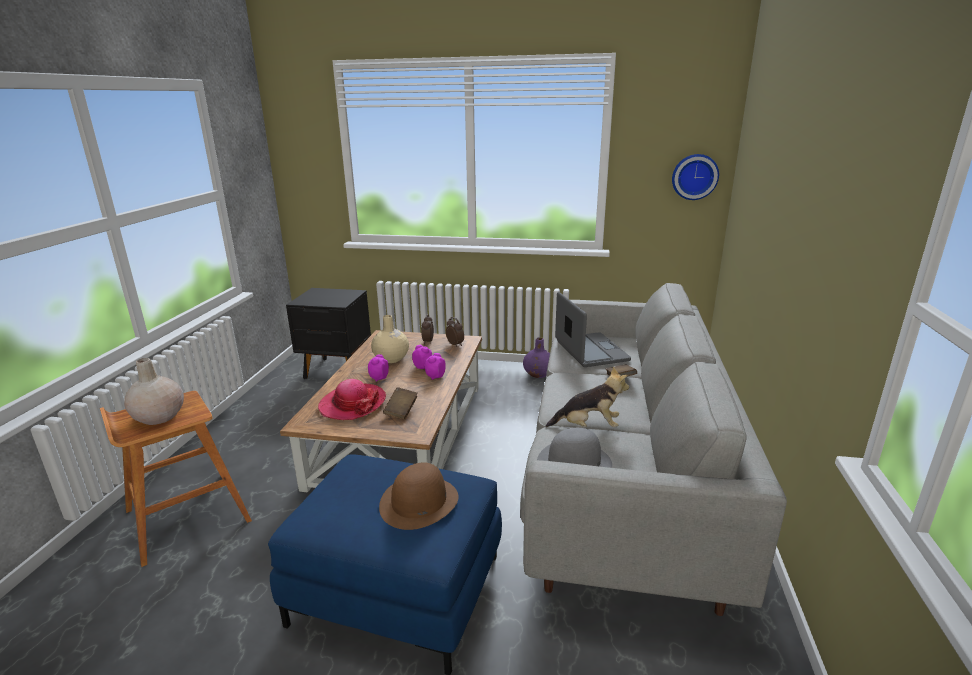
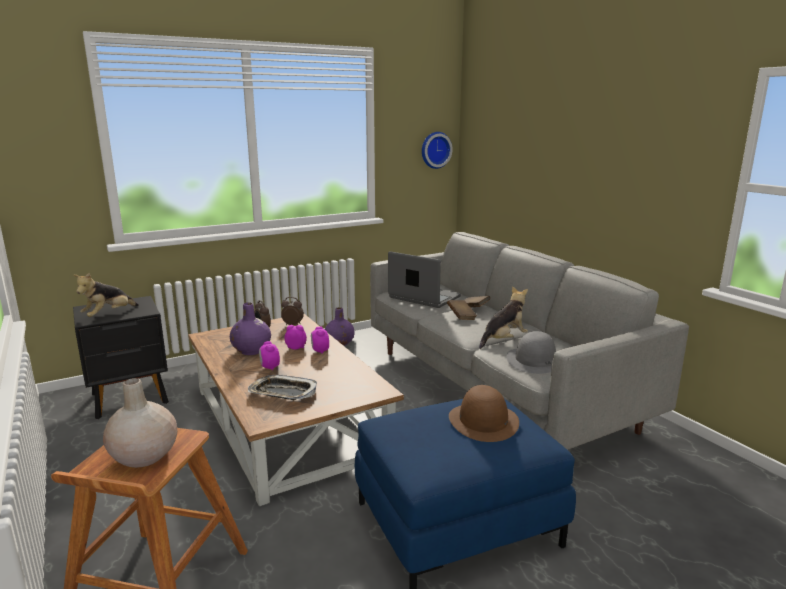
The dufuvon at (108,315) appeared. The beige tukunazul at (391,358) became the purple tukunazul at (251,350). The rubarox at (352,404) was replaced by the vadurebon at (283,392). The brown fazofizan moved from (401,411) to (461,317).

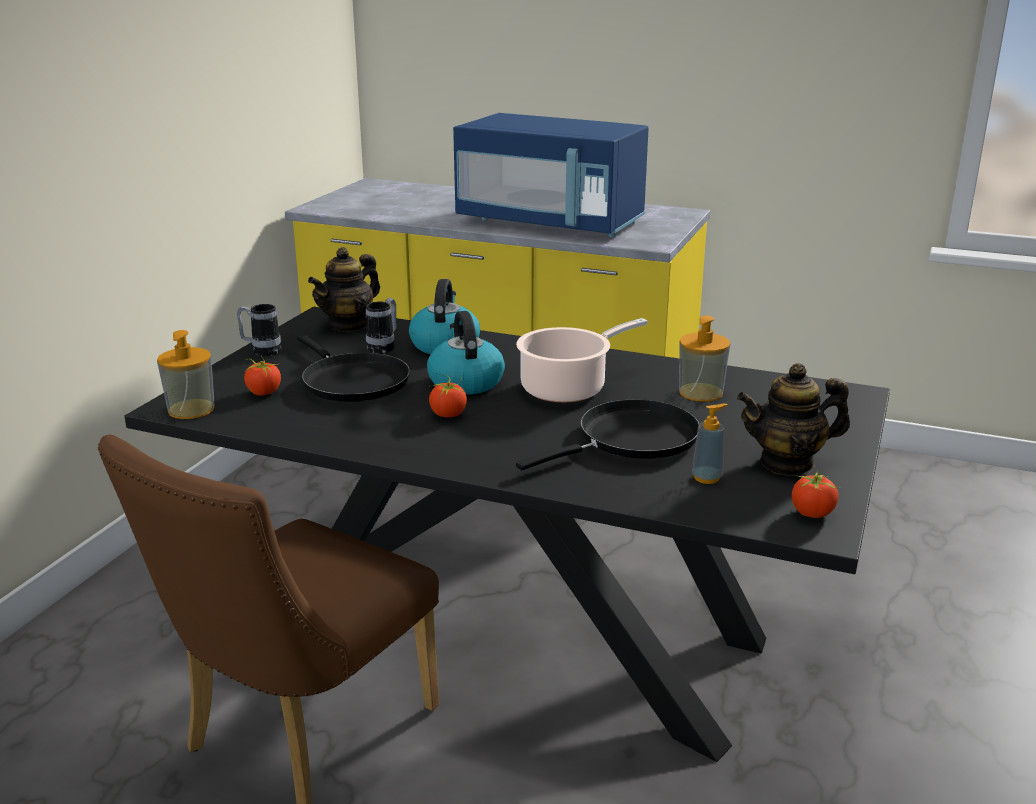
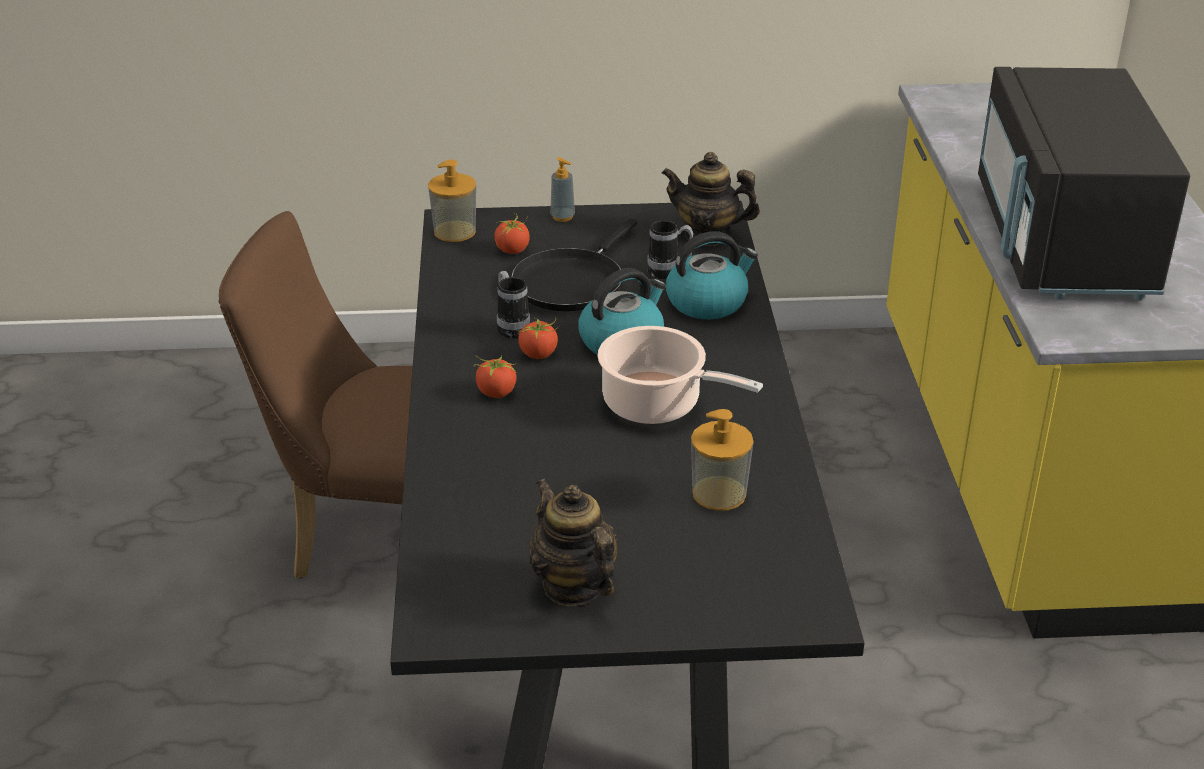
The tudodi moved from (812,514) to (496,393). The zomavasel moved from (261,351) to (511,327). The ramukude moved from (707,478) to (562,217). The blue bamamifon at (550,223) became the black bamamifon at (1061,243). The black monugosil at (631,440) disappeared.

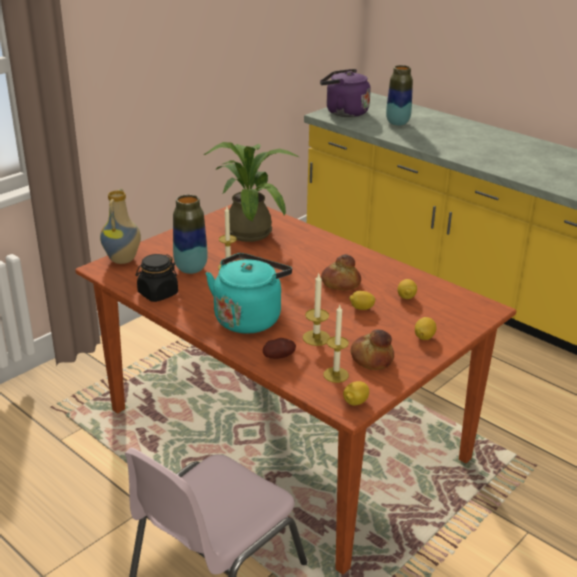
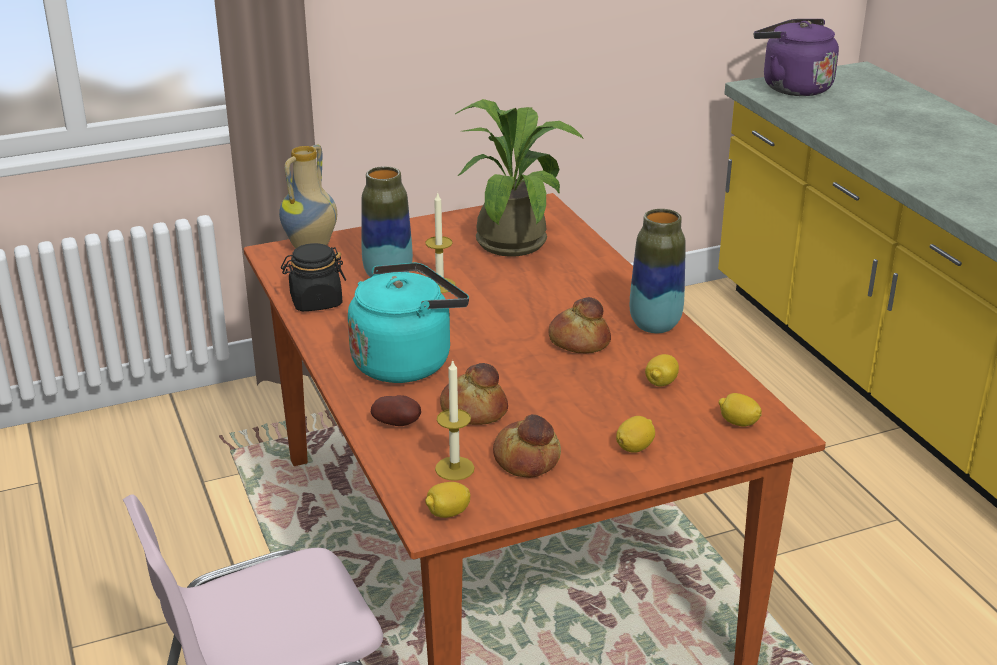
The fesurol at (316,338) was replaced by the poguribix at (474,410). The tukunazul moved from (397,123) to (655,325). The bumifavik moved from (361,308) to (738,423).

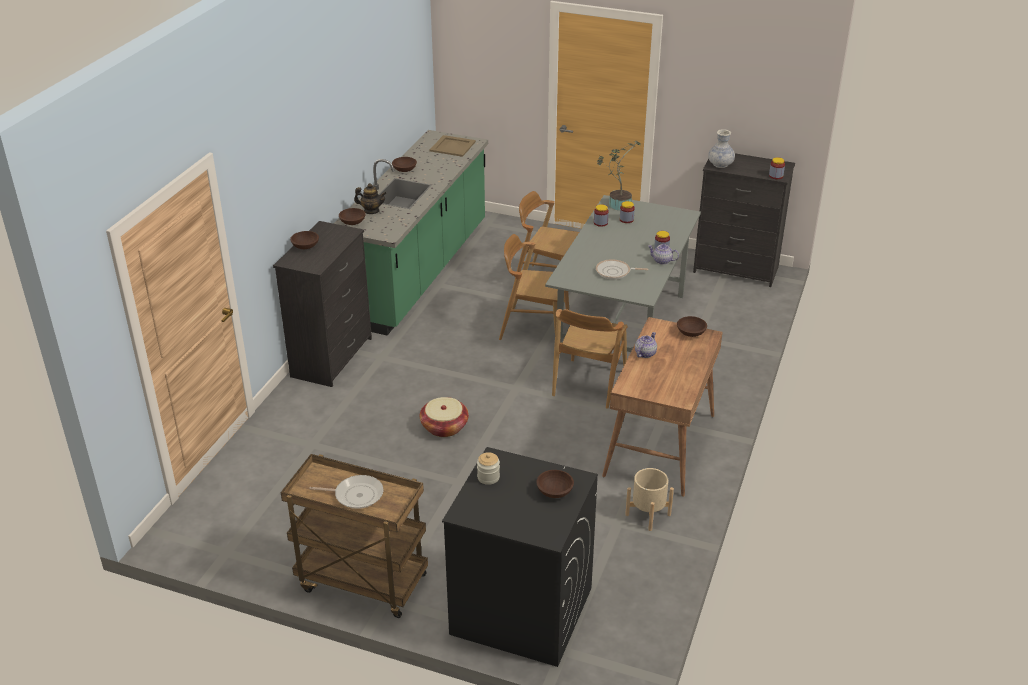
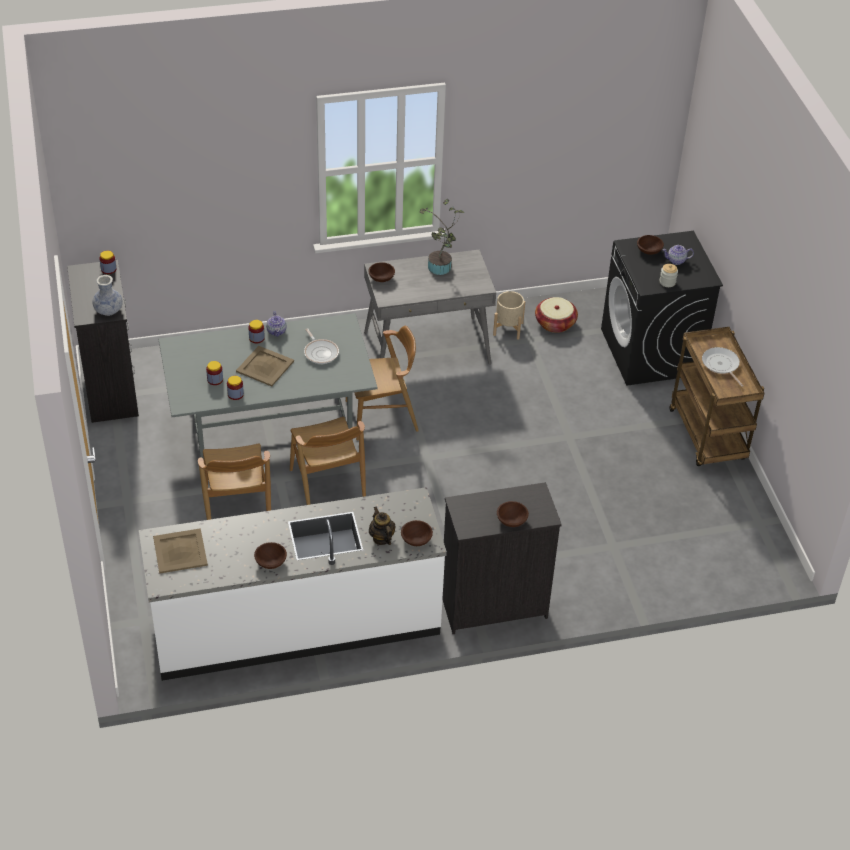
The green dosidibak at (418,273) became the white dosidibak at (296,625). The beige vadurebon at (265,367) appeared. The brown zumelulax at (660,446) became the grey zumelulax at (427,348). The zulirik moved from (617,204) to (440,269). The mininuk moved from (444,427) to (555,323). The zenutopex moved from (645,353) to (676,261).

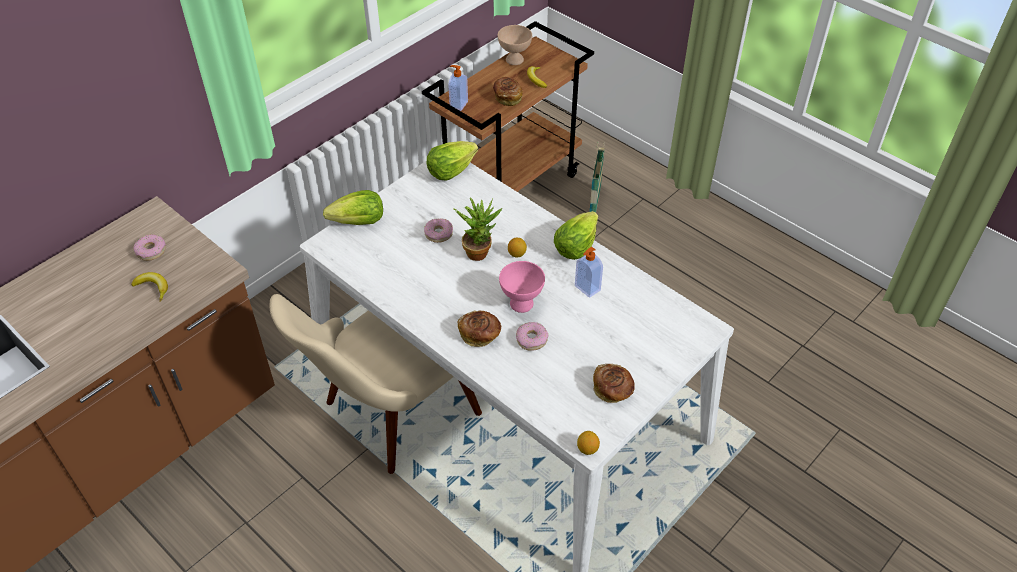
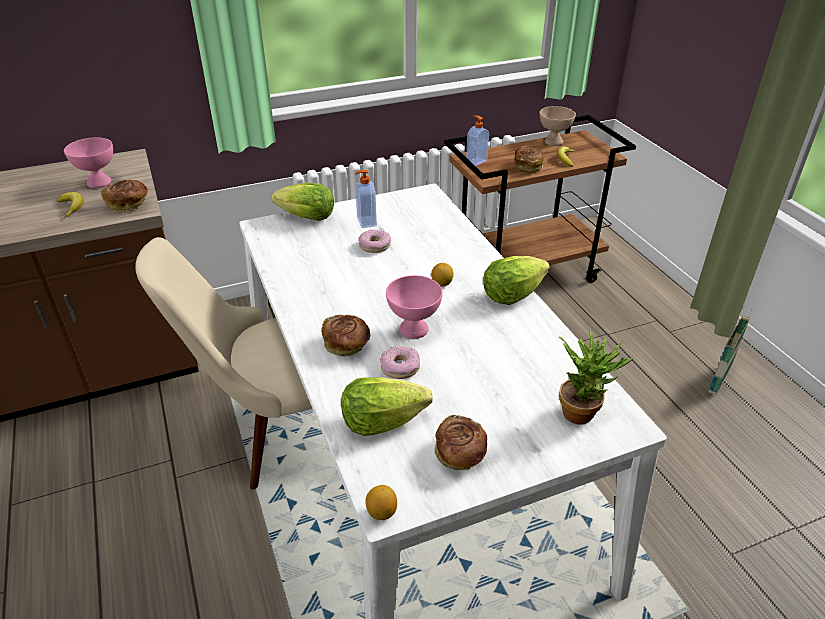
The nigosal at (151,251) was replaced by the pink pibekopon at (99,182). The poguribix at (129,205) appeared. The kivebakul moved from (450,171) to (381,421). The ramukude moved from (586,288) to (365,222). The zulirik moved from (479,250) to (583,411). The mininuk moved from (595,202) to (720,379).

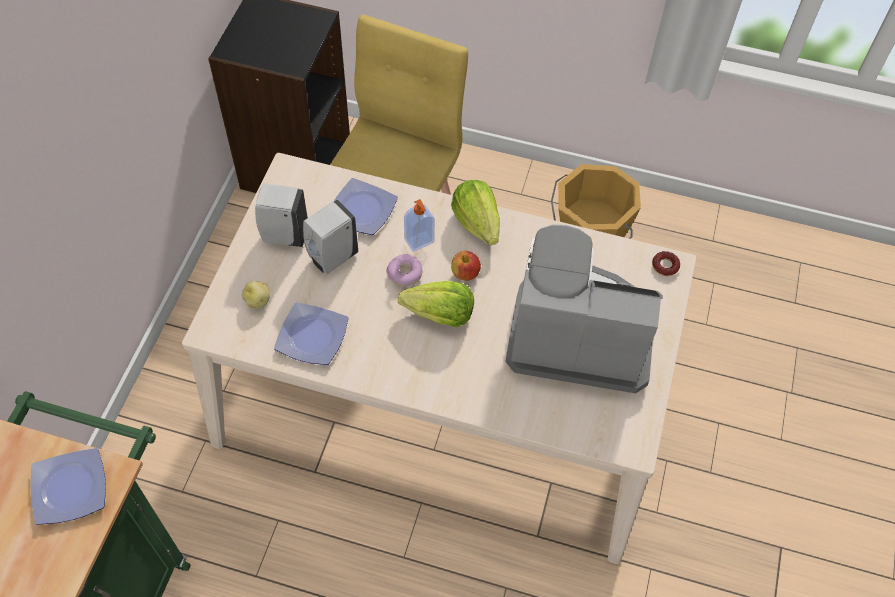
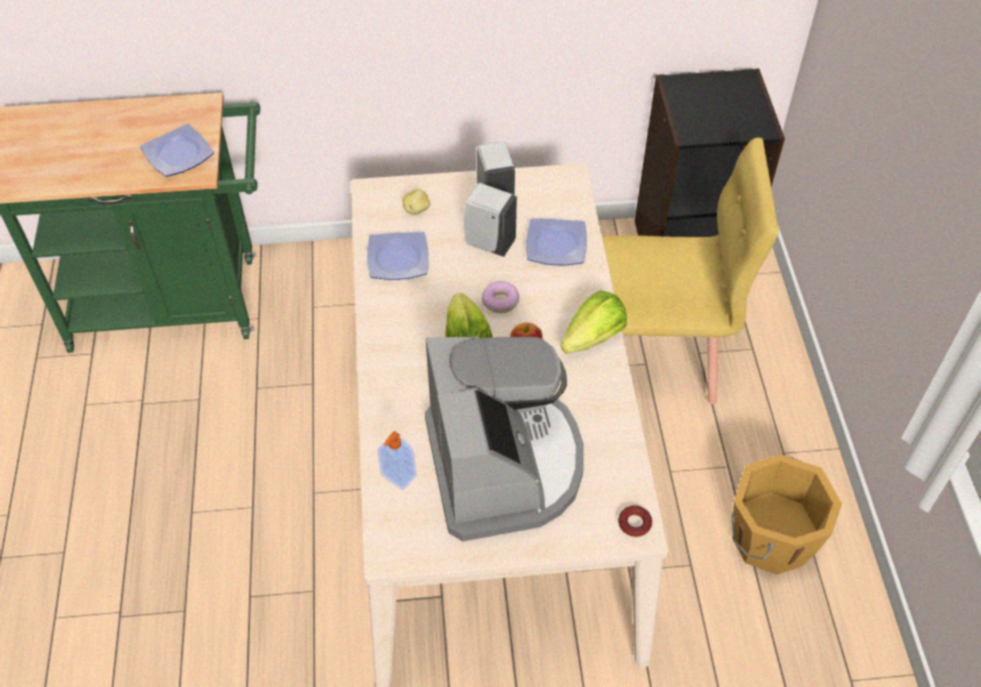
The ramukude moved from (419,242) to (398,477).

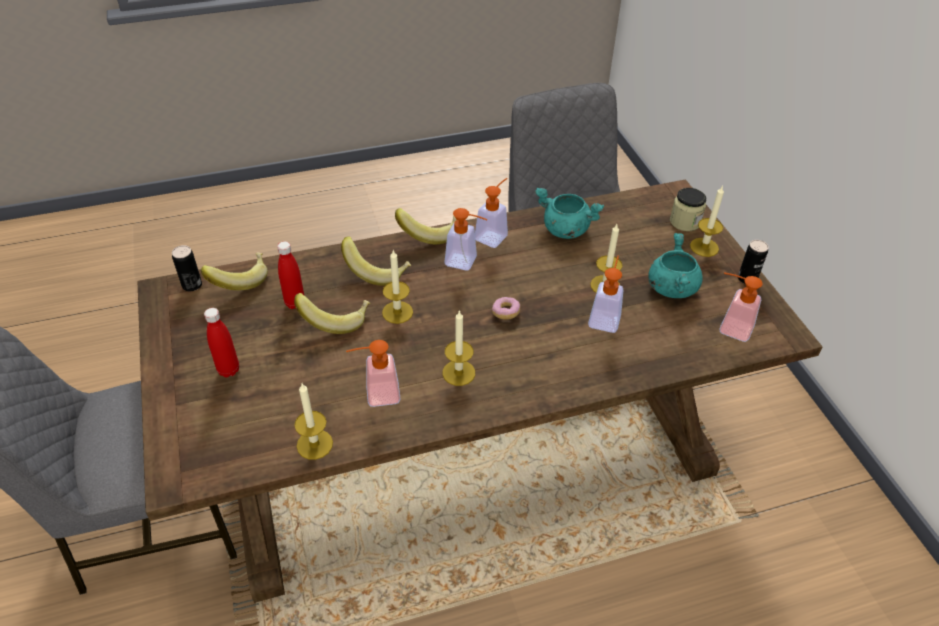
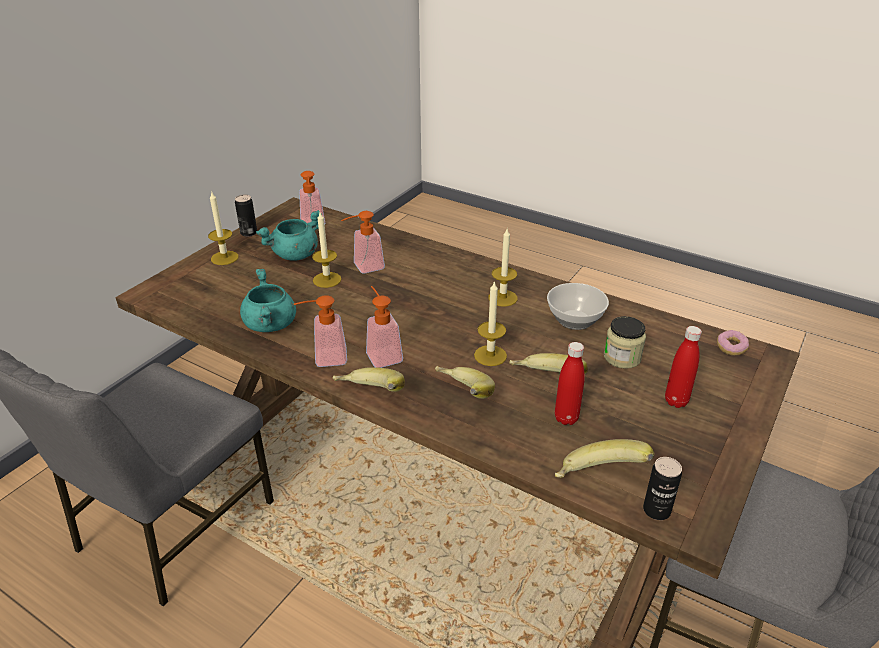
The ramukude at (376,395) was replaced by the pibekopon at (574,319). The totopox moved from (685,222) to (622,357). The nigosal moved from (505,313) to (731,348). The fesurol at (314,444) disappeared.

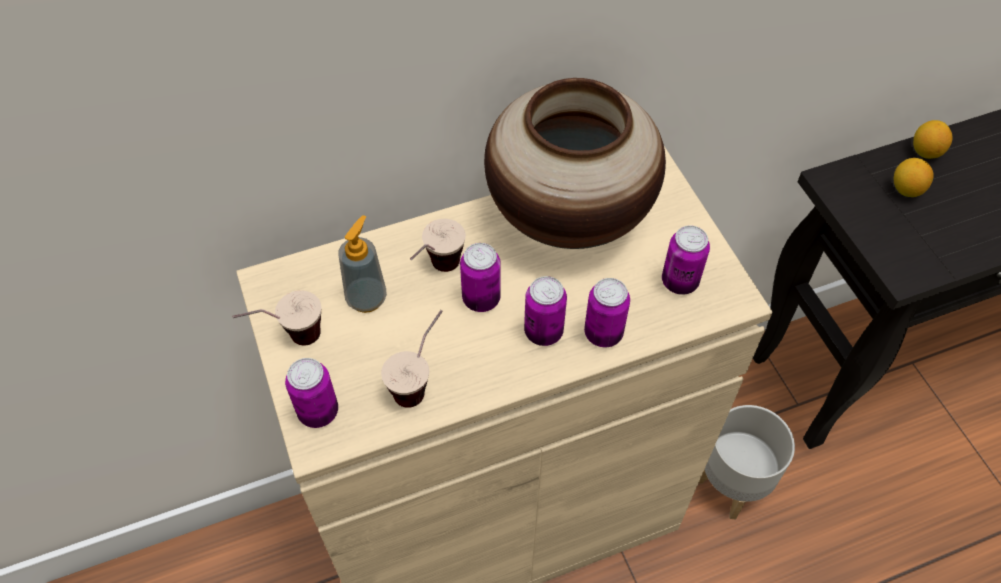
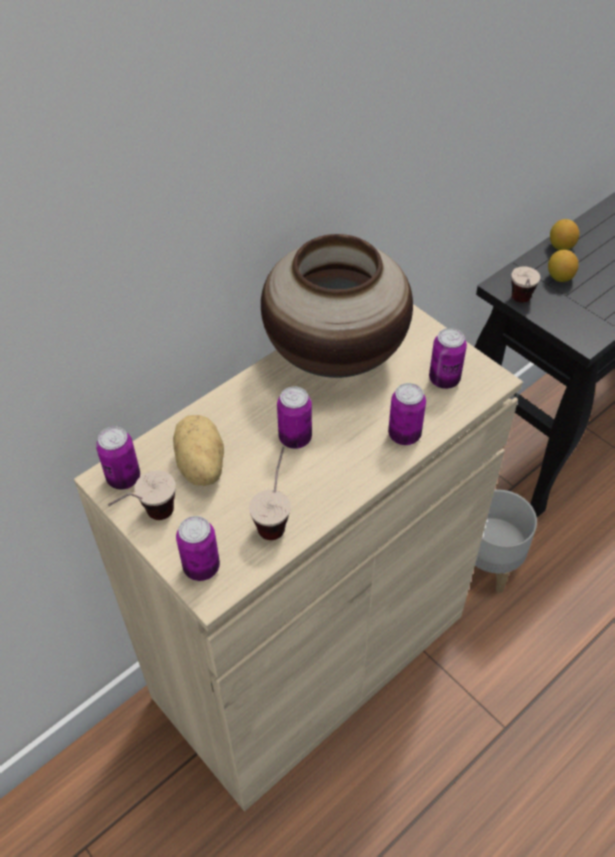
The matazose moved from (543,332) to (124,478). The ramukude at (366,298) was replaced by the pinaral at (199,466). The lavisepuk moved from (436,273) to (521,304).

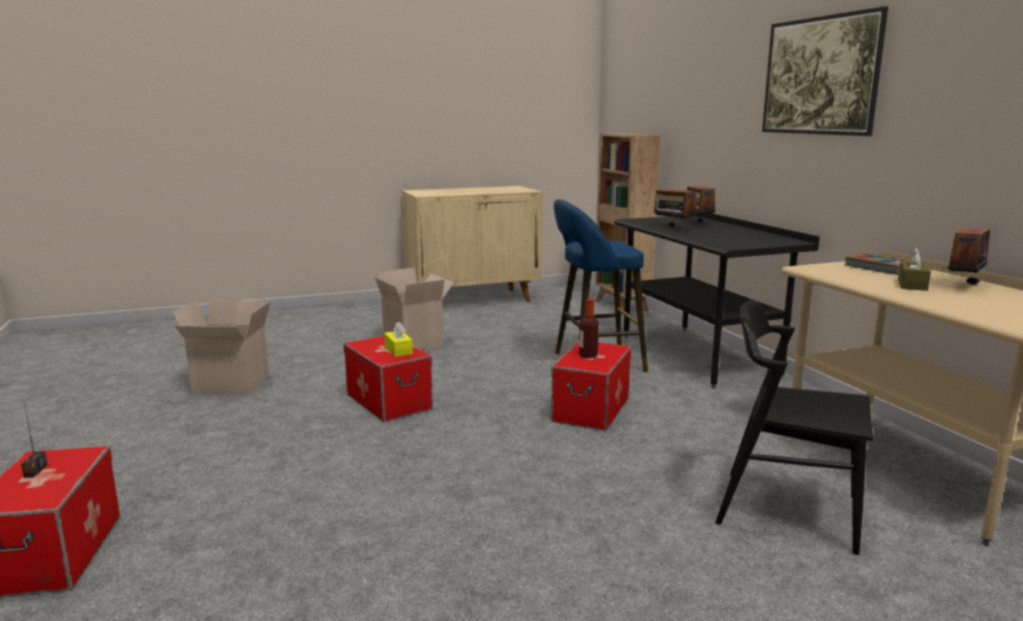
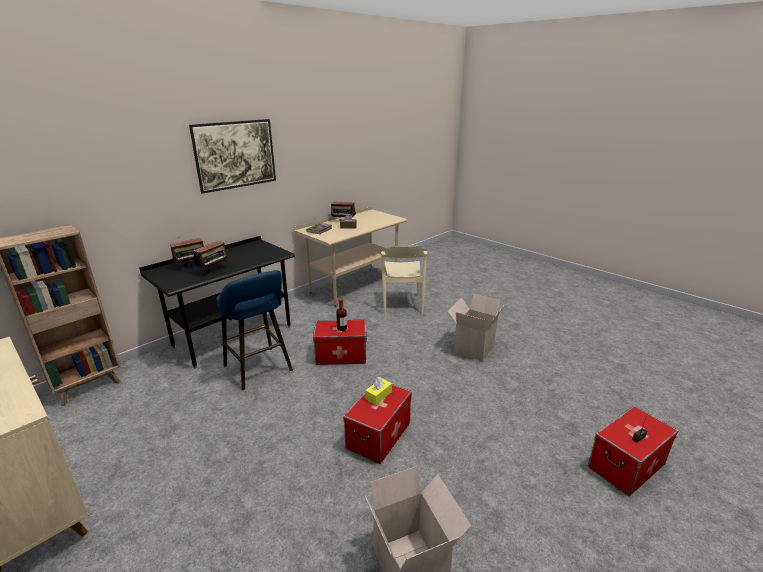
The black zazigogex at (787,510) became the beige zazigogex at (402,304). The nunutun moved from (415,342) to (473,347).

